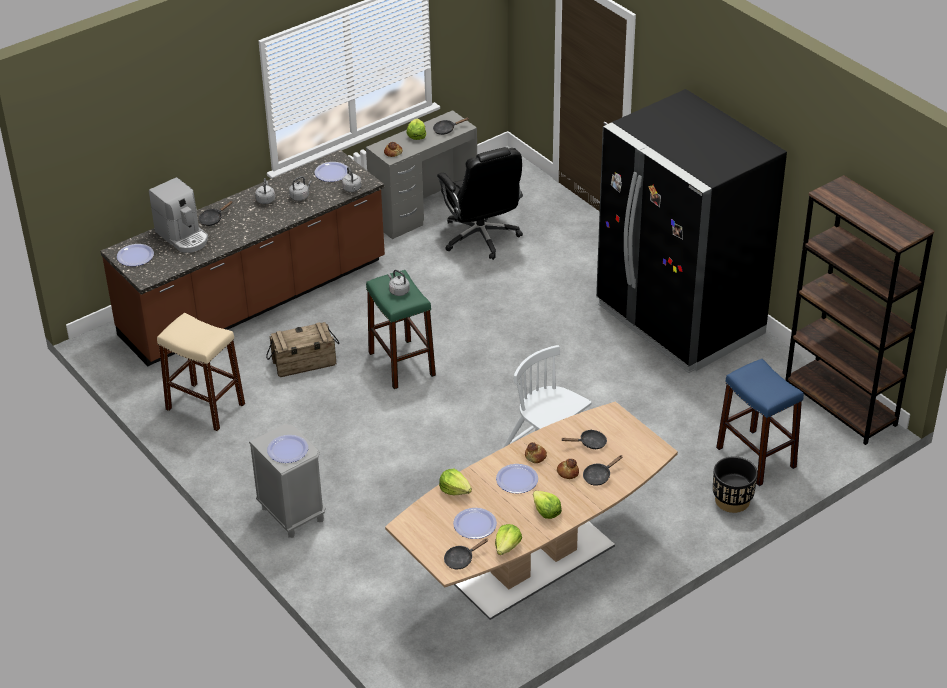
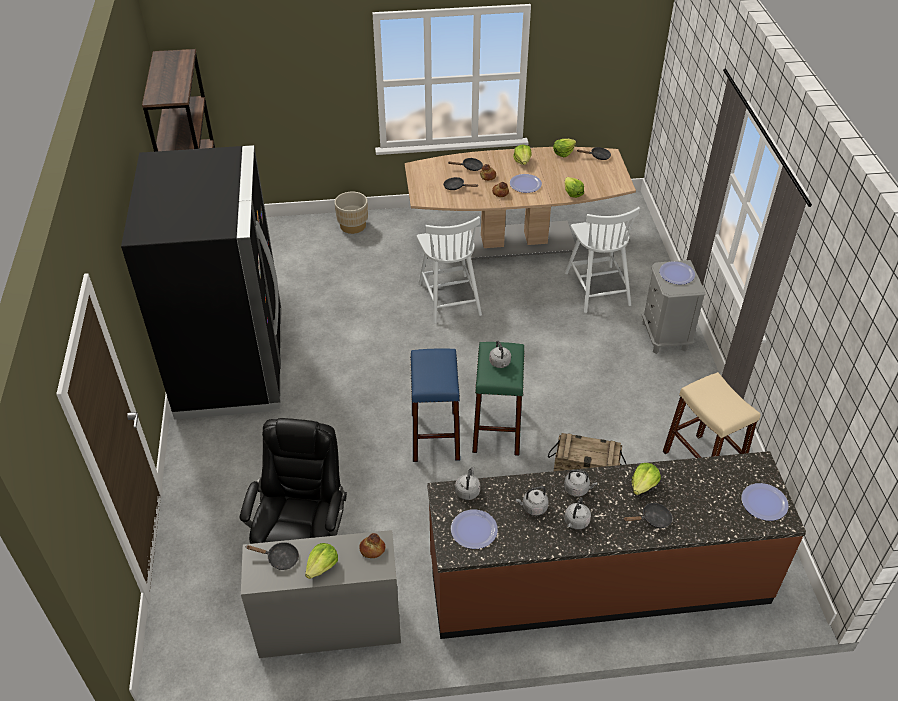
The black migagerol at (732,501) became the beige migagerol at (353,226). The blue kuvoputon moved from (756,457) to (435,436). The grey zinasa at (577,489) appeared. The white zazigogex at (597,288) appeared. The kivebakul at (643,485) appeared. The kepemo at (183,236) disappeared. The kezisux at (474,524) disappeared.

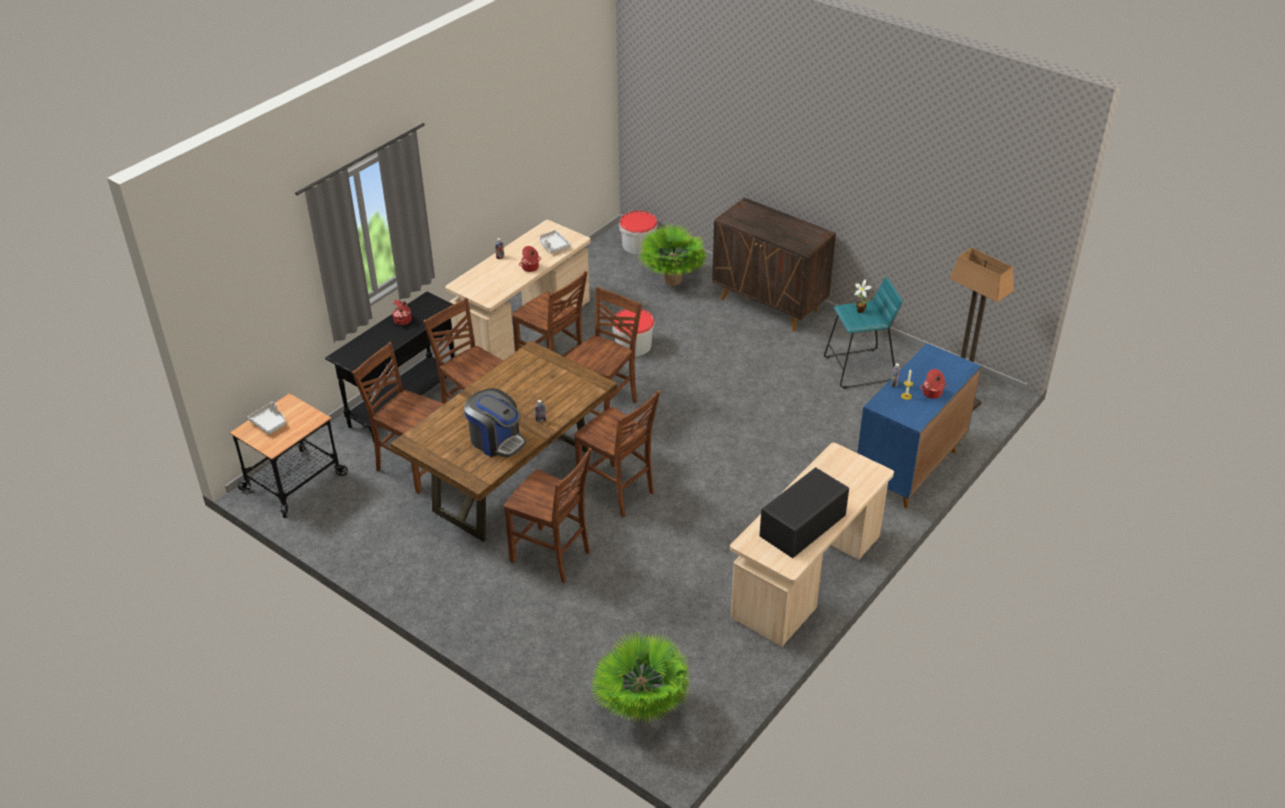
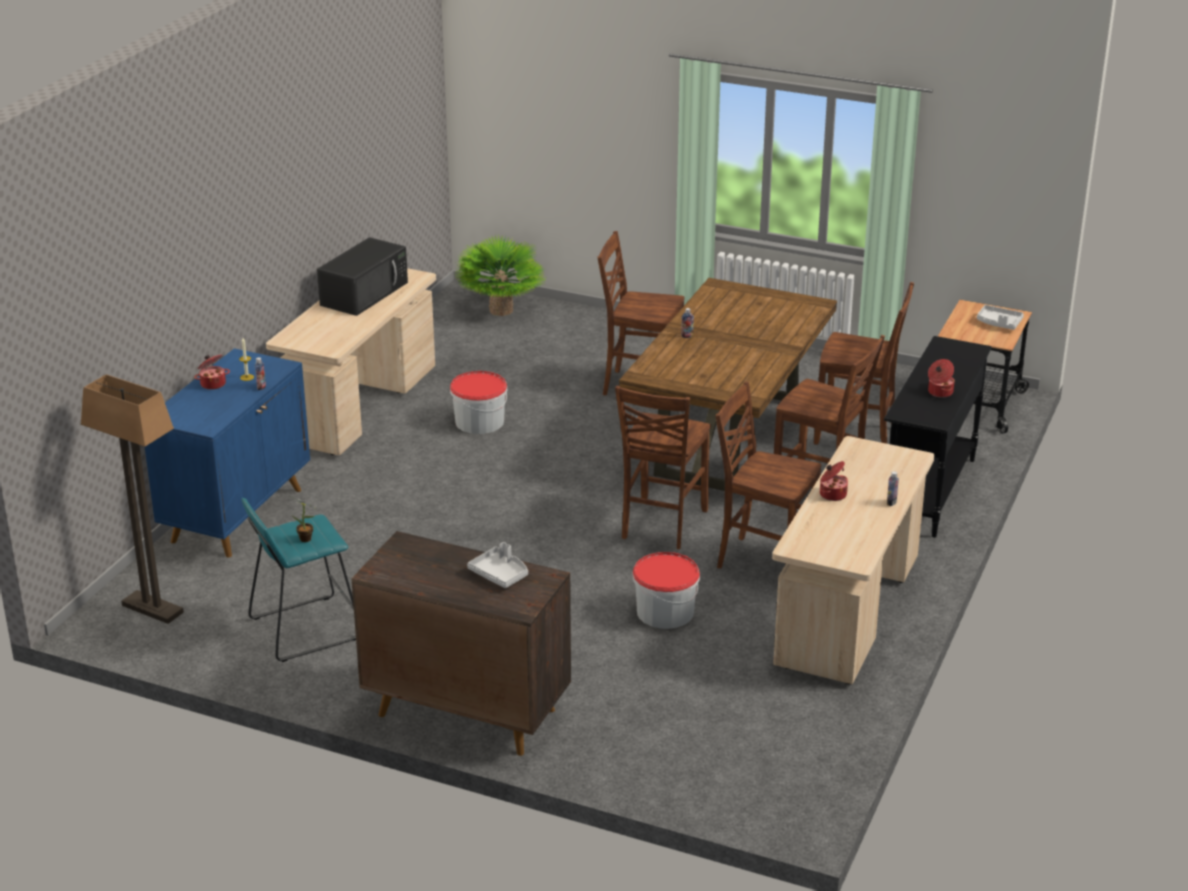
The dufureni moved from (638,245) to (479,422). The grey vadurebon moved from (553,246) to (500,574). The kepemo at (496,440) disappeared. The brown zazigogex at (617,492) disappeared. The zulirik at (672,280) disappeared.

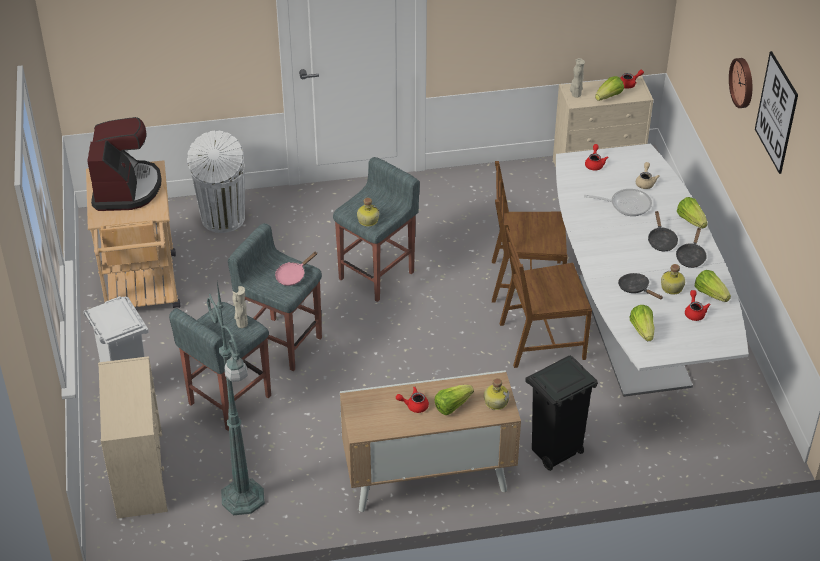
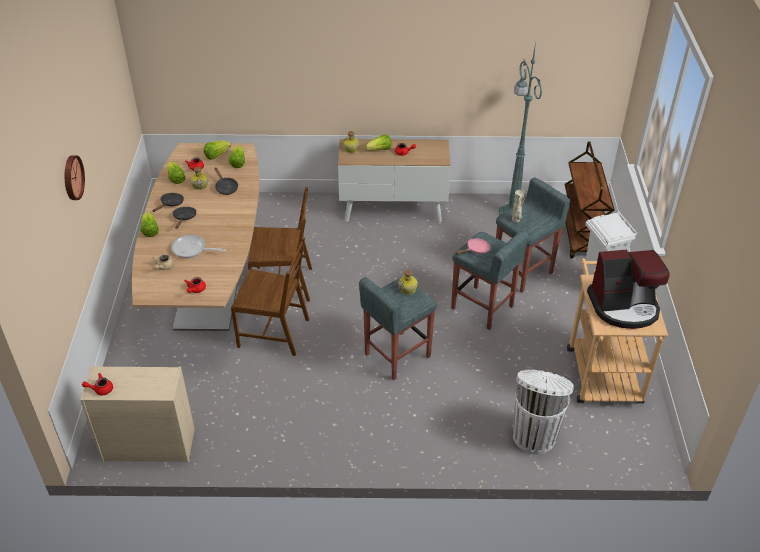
The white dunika at (633,329) became the brown dunika at (210,283). The kivebakul moved from (609,97) to (216,155). The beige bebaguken at (139,474) was replaced by the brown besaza at (581,234). The kepemo at (126,188) turned 105 degrees counterclockwise. The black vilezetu at (555,453) disappeared. The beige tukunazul at (575,95) disappeared. The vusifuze at (776,112) disappeared.

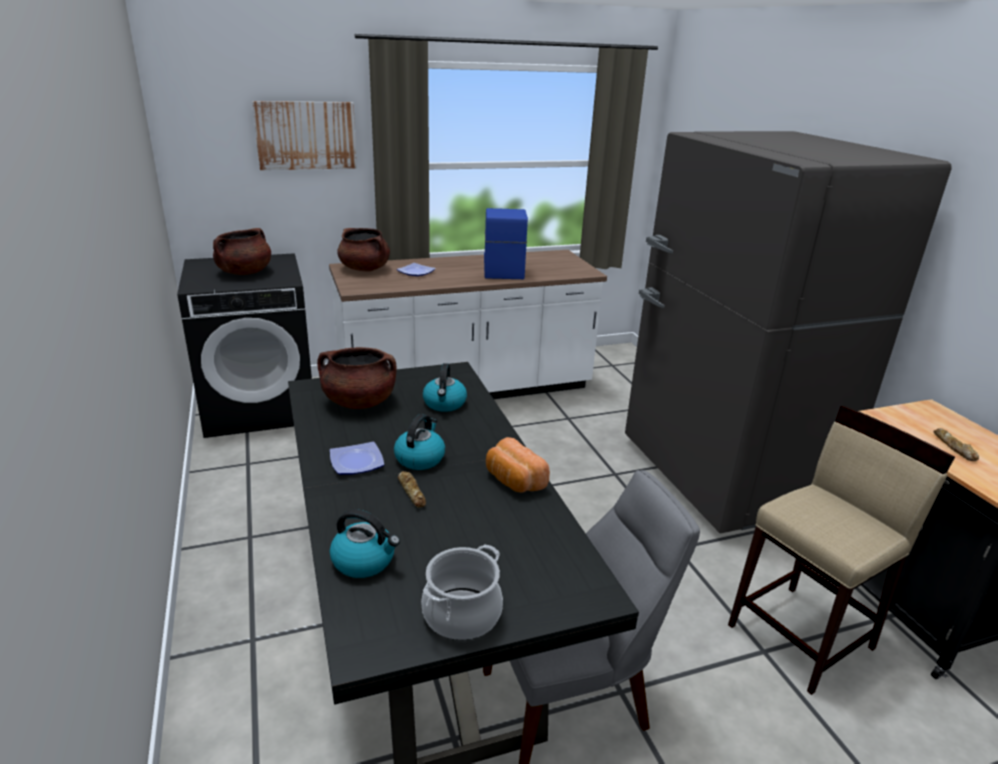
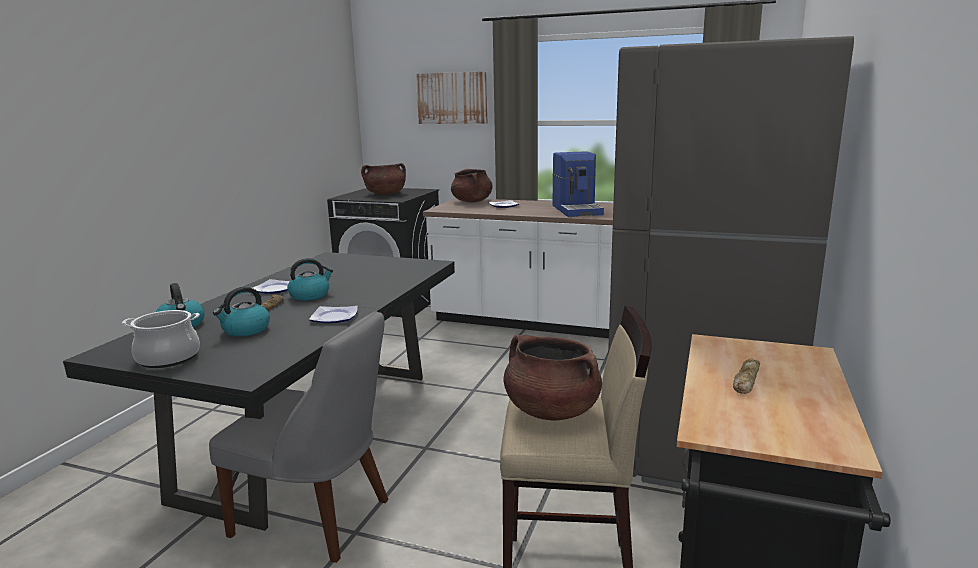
The zinasa moved from (445,403) to (245,330). The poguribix at (513,481) was replaced by the kezisux at (335,317). The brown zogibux moved from (359,402) to (551,410). The kepemo at (502,269) turned 135 degrees clockwise.

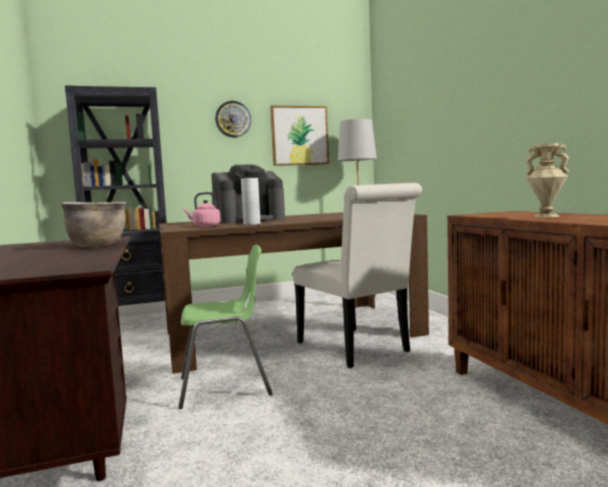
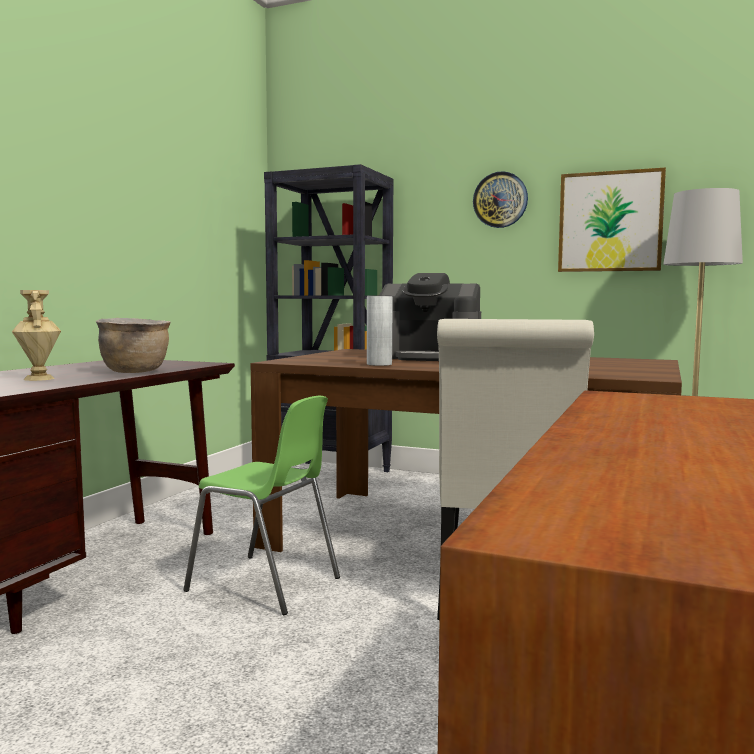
The beige tukunazul moved from (546,216) to (38,379). The pink zinasa at (205,226) disappeared.

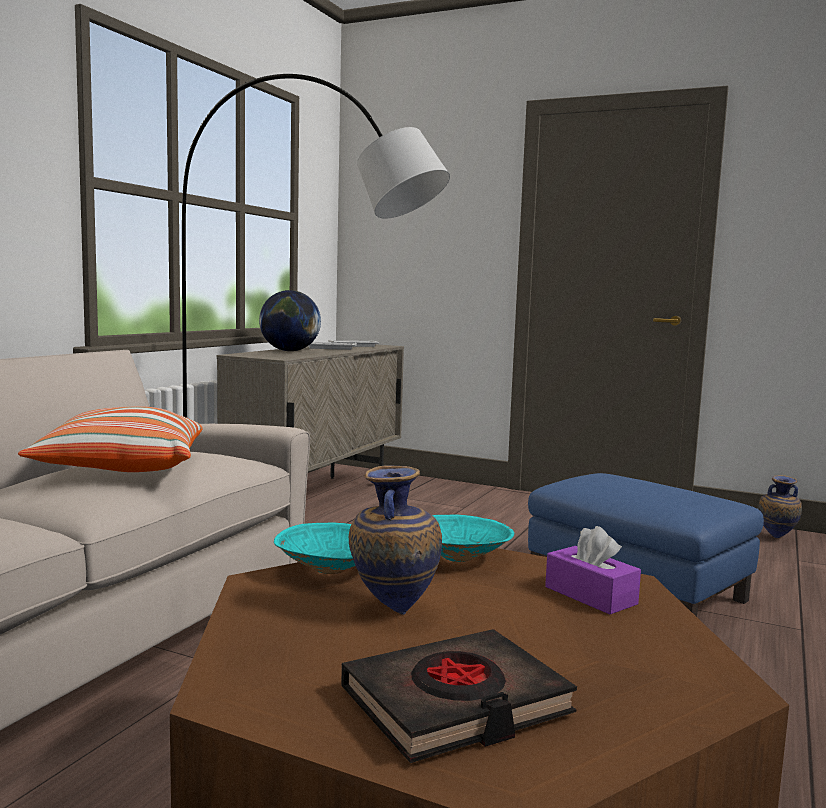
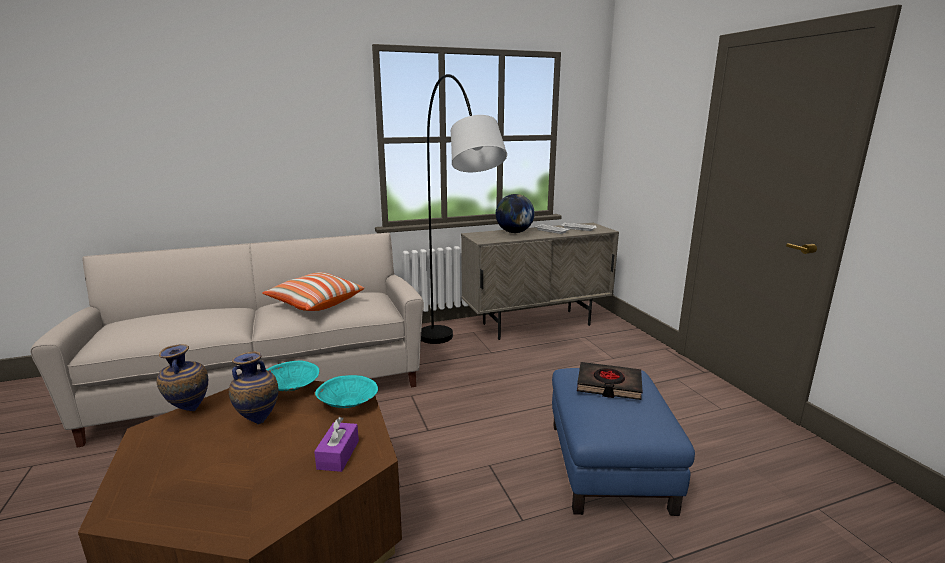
The tukunazul moved from (776,538) to (188,410). The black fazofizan moved from (456,704) to (608,385).

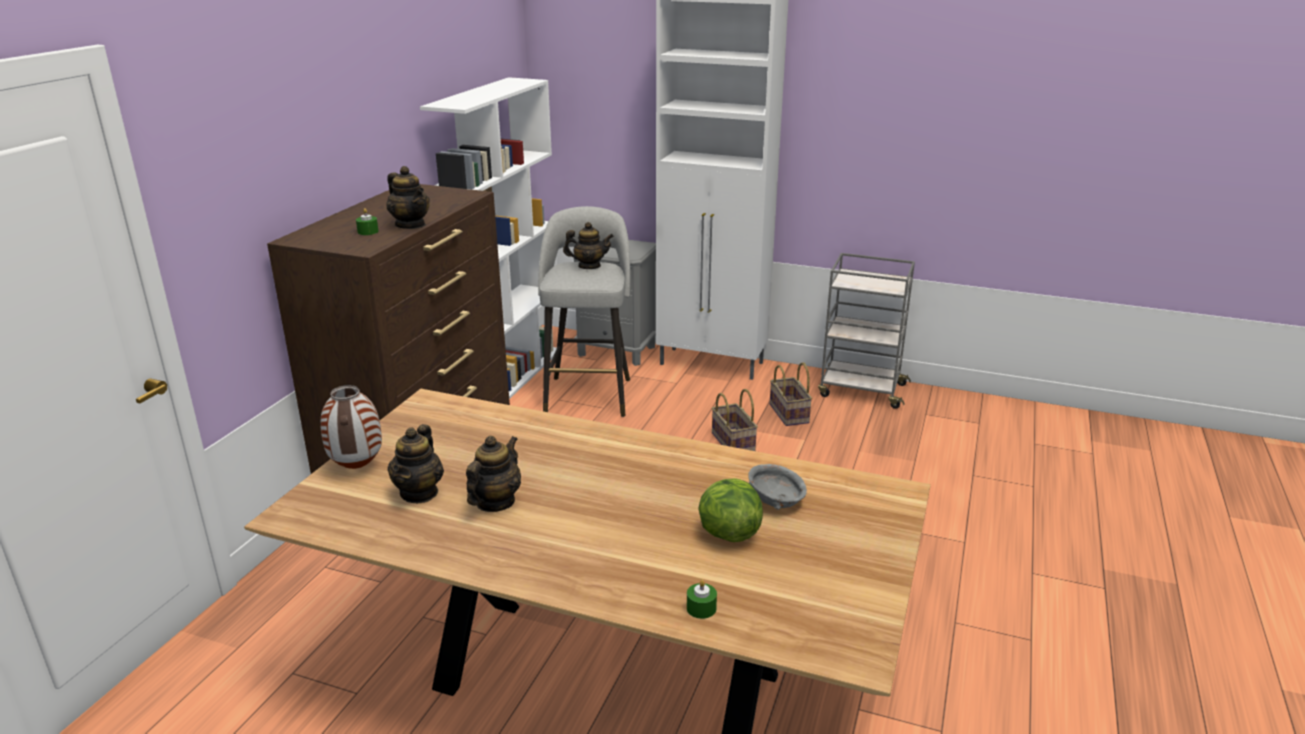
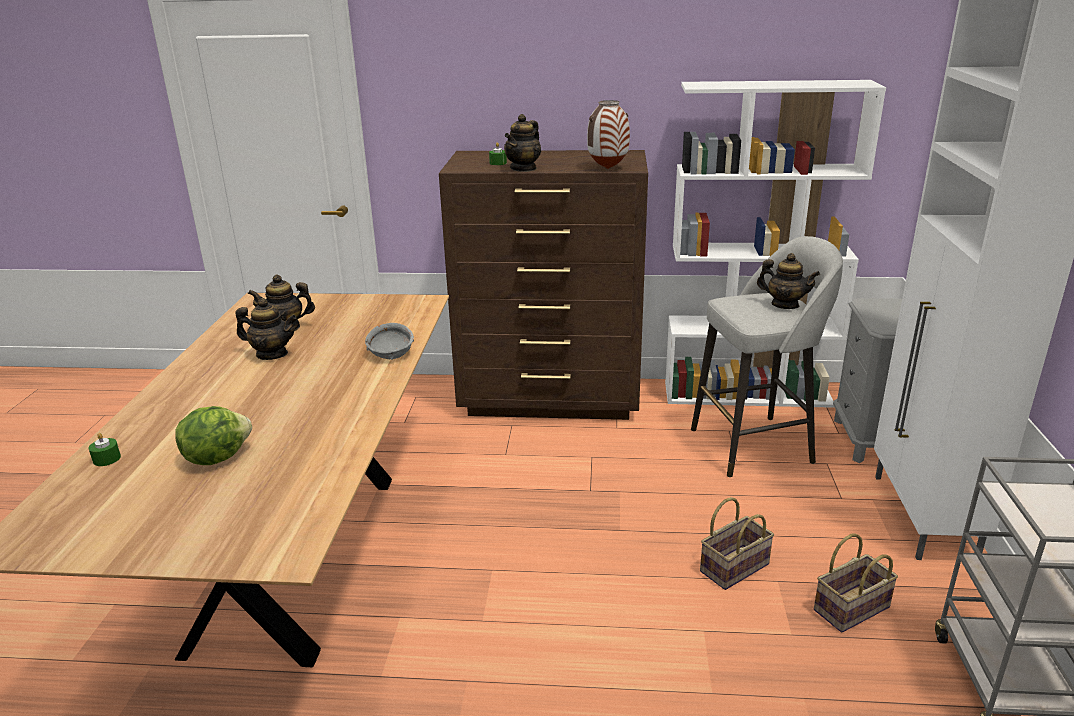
The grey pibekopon moved from (775,501) to (391,354). The tukunazul moved from (356,467) to (608,168). The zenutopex at (589,266) turned 45 degrees counterclockwise.

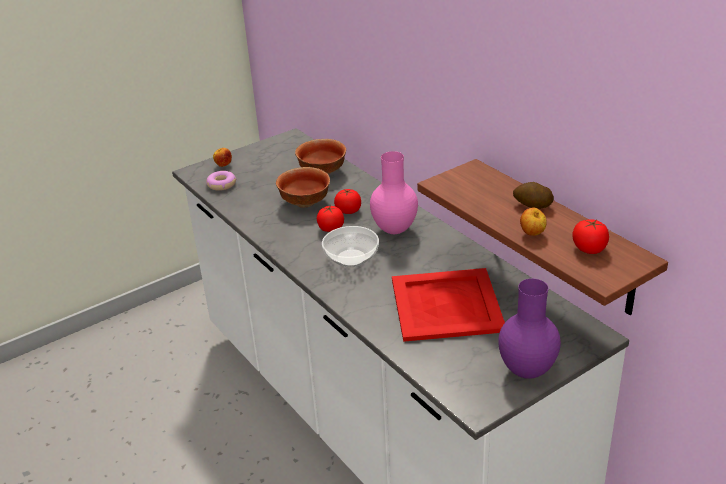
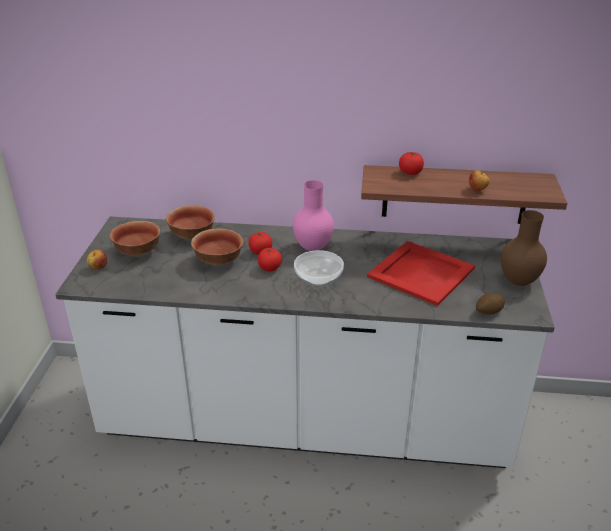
The pibekopon at (137,252) appeared. The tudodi moved from (589,249) to (410,172). The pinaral moved from (532,205) to (488,312). The purple tukunazul at (527,372) became the brown tukunazul at (519,282). The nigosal at (221,185) disappeared.

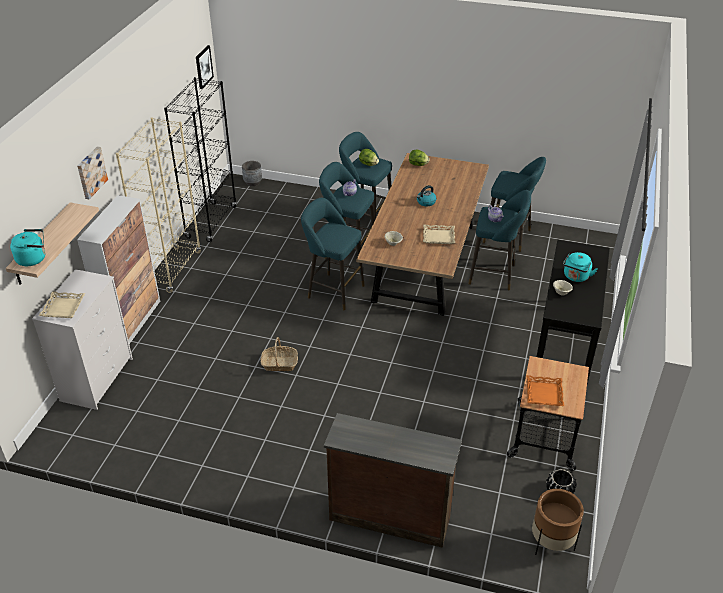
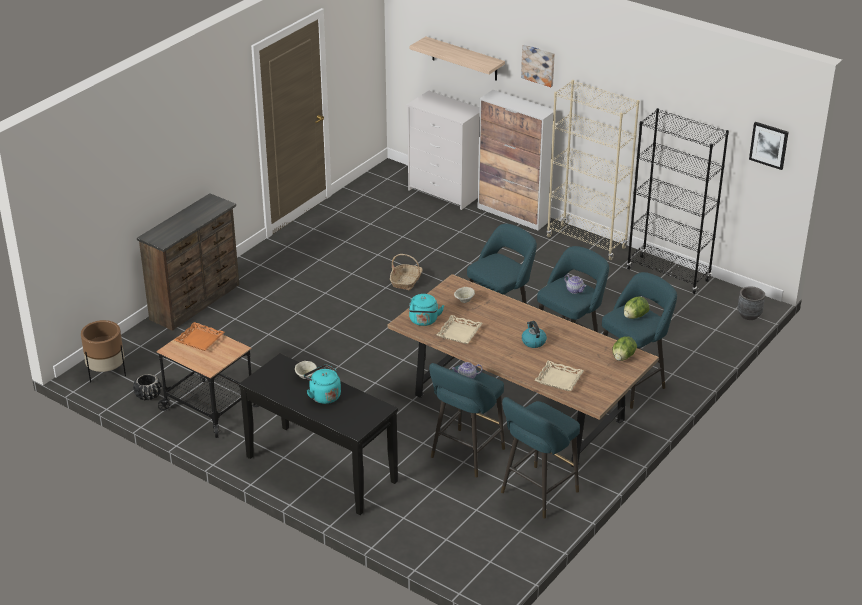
The turquoise zinasa moved from (33,259) to (423,321). The beige vadurebon moved from (63,308) to (559,379).

